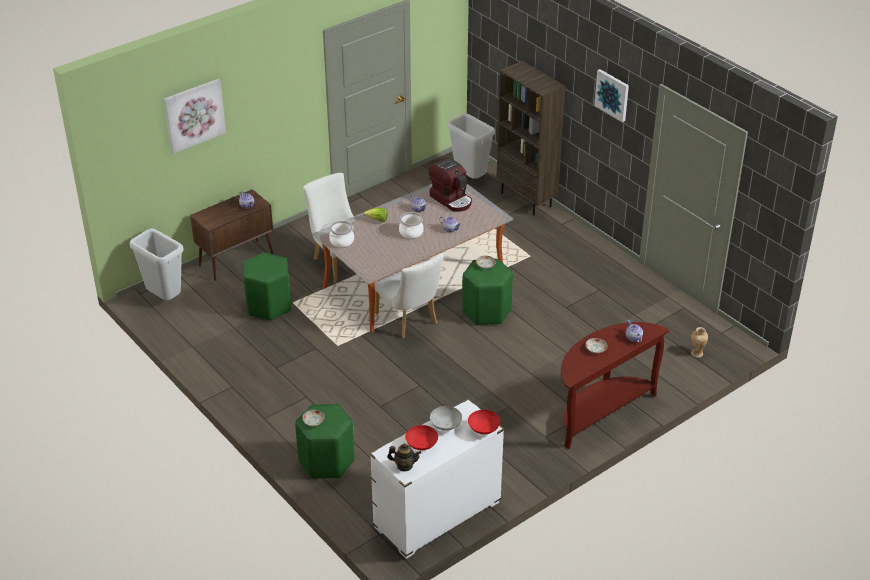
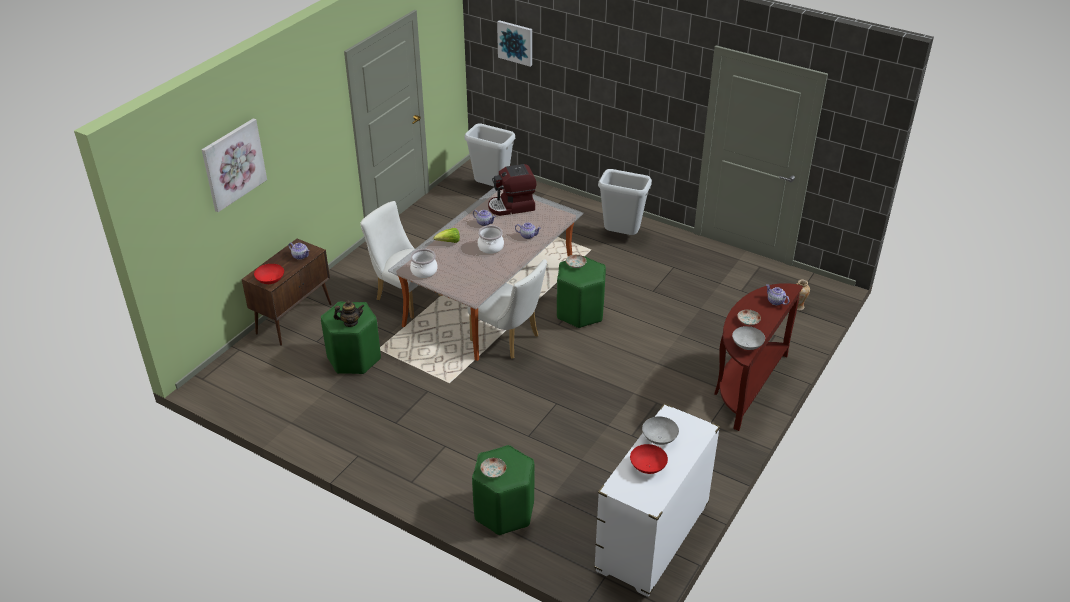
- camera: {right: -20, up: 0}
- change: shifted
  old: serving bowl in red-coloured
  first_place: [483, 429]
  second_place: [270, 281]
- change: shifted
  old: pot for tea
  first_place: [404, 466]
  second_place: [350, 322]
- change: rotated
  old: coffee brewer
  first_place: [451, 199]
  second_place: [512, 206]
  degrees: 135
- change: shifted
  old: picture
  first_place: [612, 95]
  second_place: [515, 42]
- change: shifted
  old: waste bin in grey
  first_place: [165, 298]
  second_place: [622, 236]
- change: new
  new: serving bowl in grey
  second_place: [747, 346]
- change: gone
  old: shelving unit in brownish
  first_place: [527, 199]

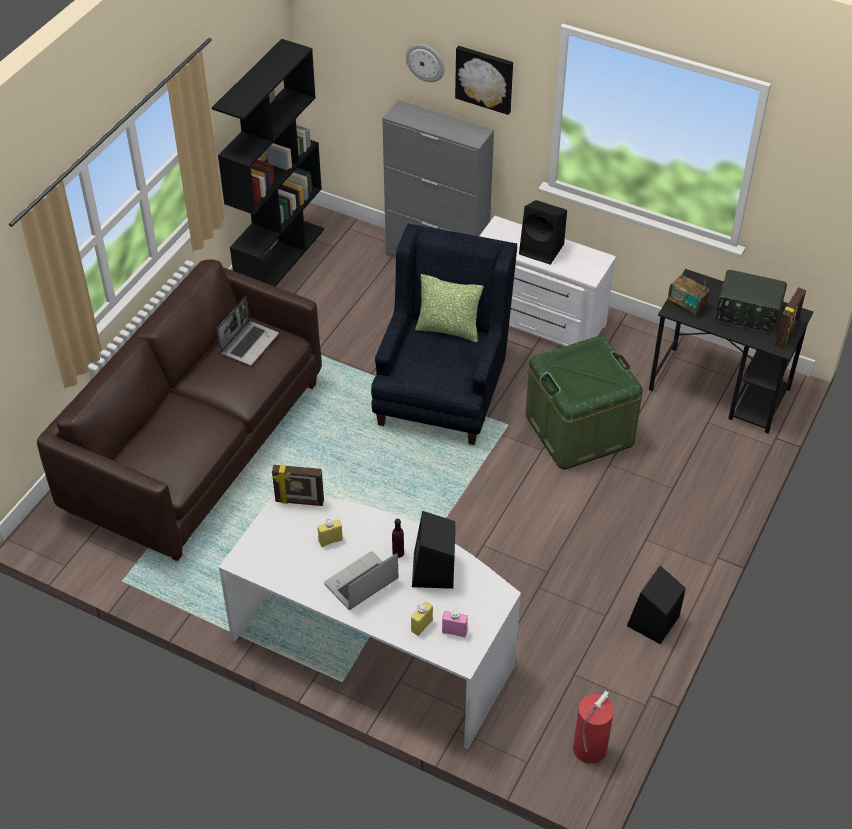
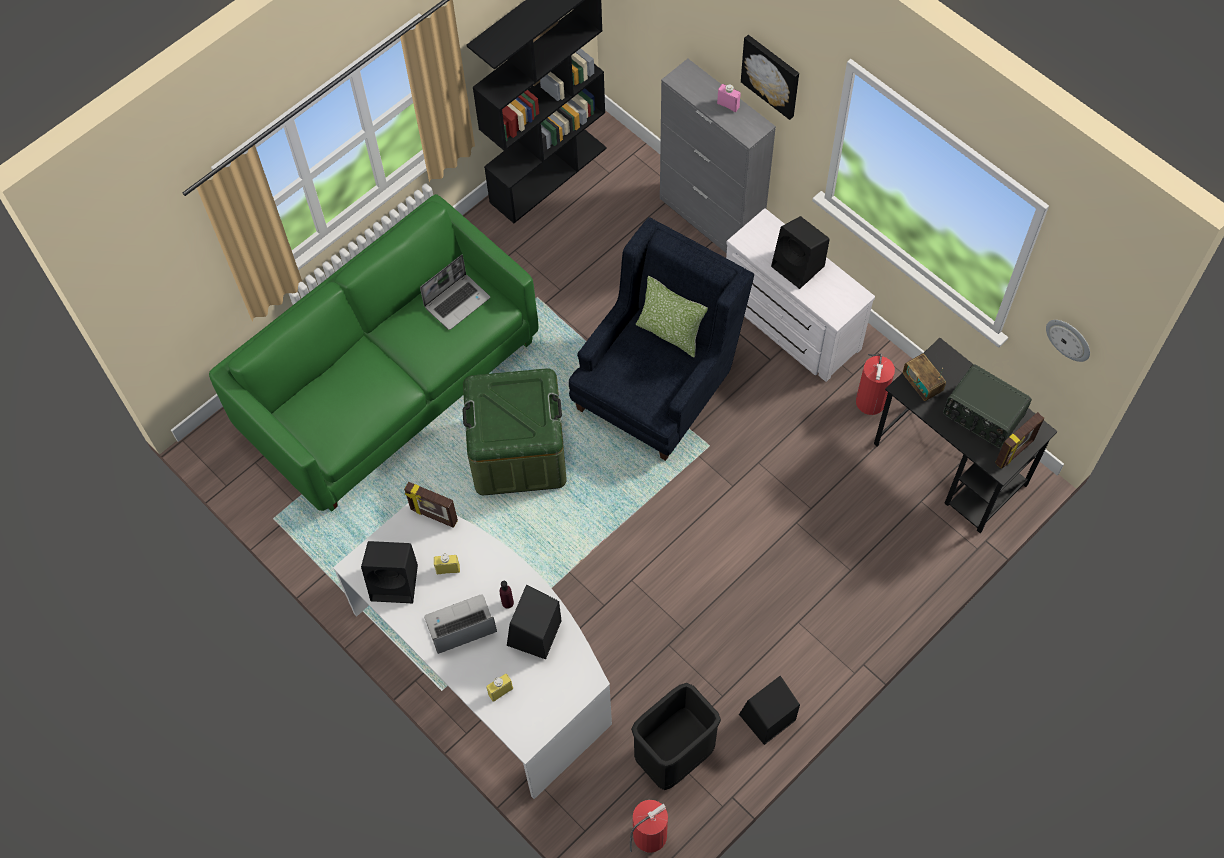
- camera: {right: 20, up: 15}
- change: repainted
  old: settee in brownish
  new: settee in greenish
  first_place: [196, 445]
  second_place: [390, 383]
- change: new
  new: speaker in black
  second_place: [396, 582]
- change: shifted
  old: storage container in greenish
  first_place: [579, 430]
  second_place: [518, 452]
- change: new
  new: waste bin in black
  second_place: [674, 757]
- change: shifted
  old: beverage bottle in pink-coloured
  first_place: [454, 631]
  second_place: [728, 105]
- change: new
  new: fire-fighting cylinder
  second_place: [871, 400]
- change: shifted
  old: wall clock
  first_place: [425, 62]
  second_place: [1069, 339]

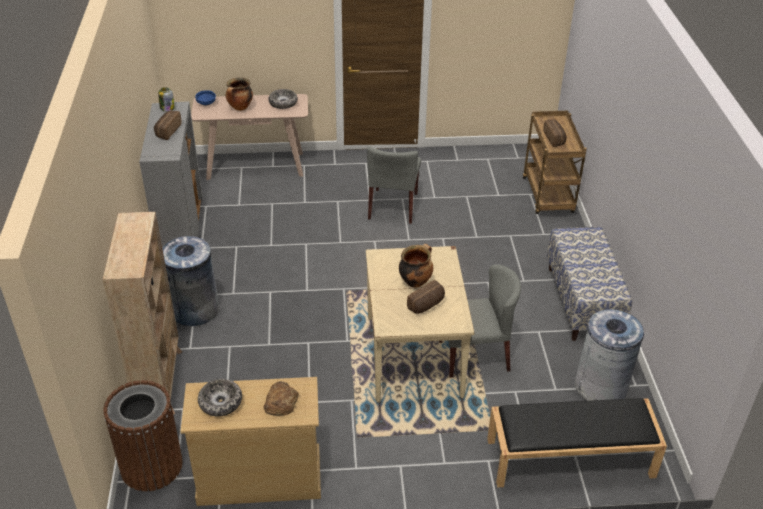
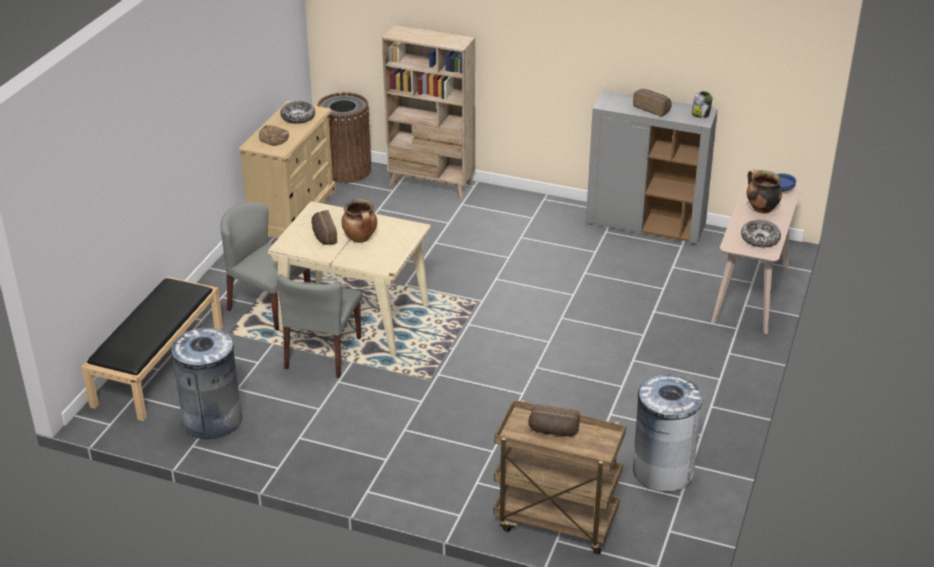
- camera: {right: 115, up: -5}
- change: shifted
  old: chair in grey
  first_place: [393, 206]
  second_place: [268, 307]
- change: shifted
  old: waste bin in grey
  first_place: [194, 310]
  second_place: [662, 470]
- change: gone
  old: long seat
  first_place: [582, 302]

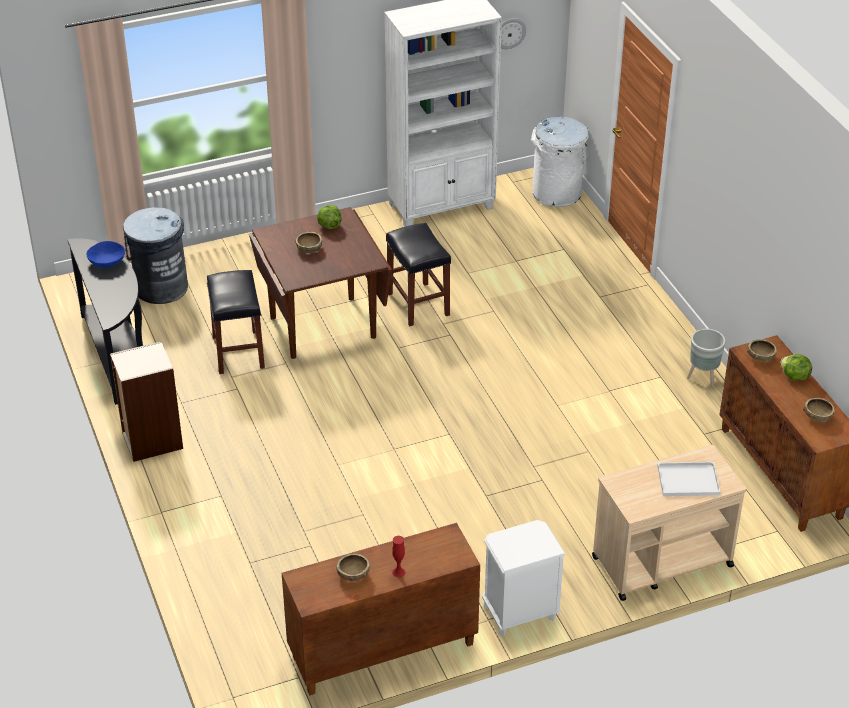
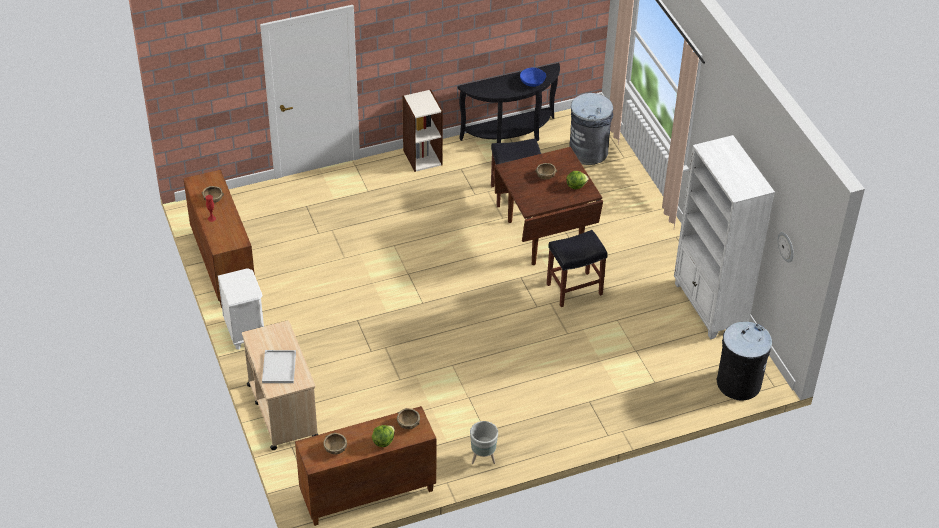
- camera: {right: 90, up: 5}
- change: repainted
  old: waste bin in white
  new: waste bin in black
  first_place: [557, 194]
  second_place: [738, 383]

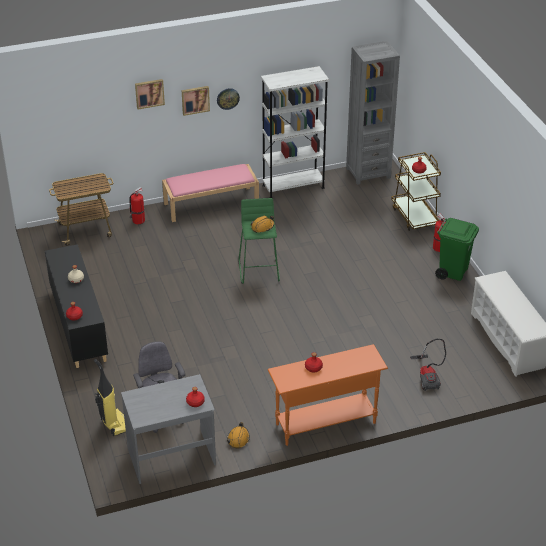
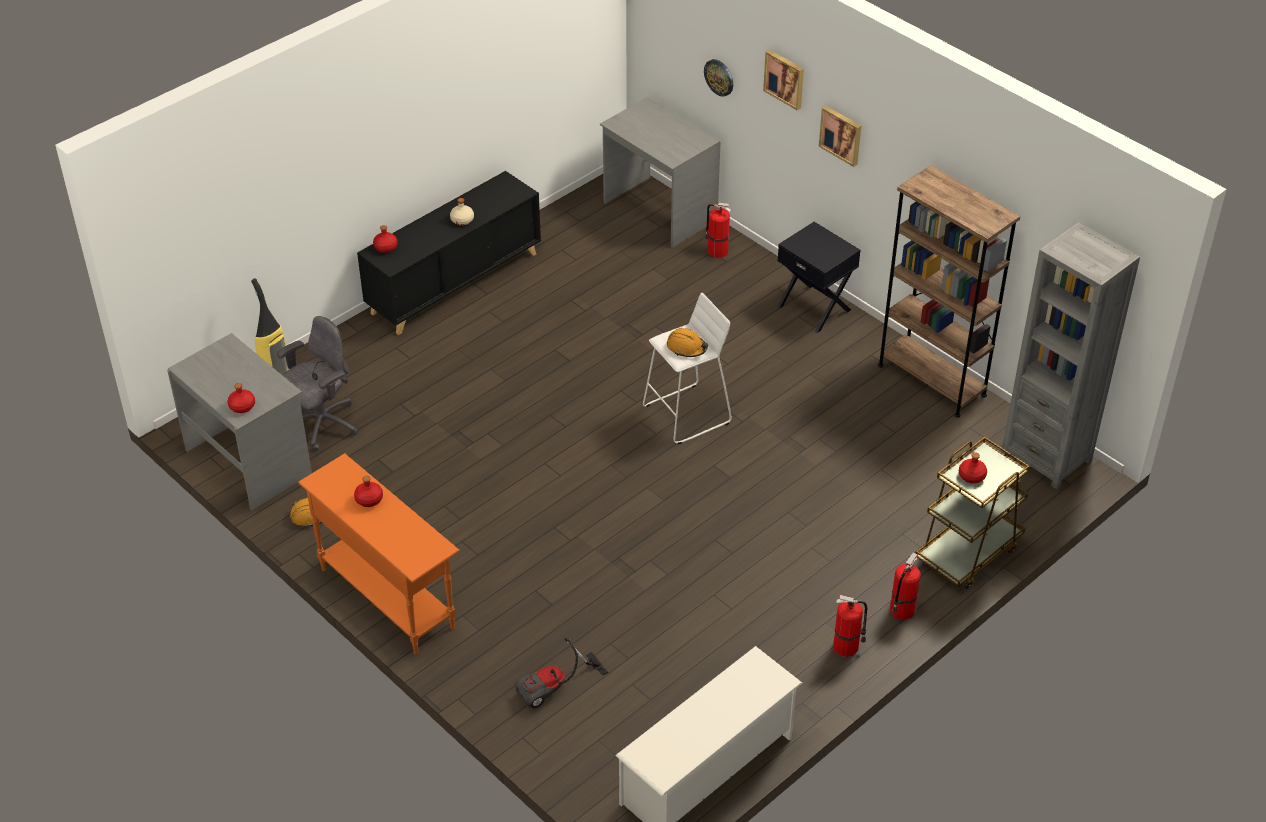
- camera: {right: 65, up: 5}
- change: swapped
  old: trolley
  new: desk in grey
  first_place: [86, 230]
  second_place: [659, 212]
- change: repainted
  old: sitting stool in greenish
  new: sitting stool in white
  first_place: [259, 271]
  second_place: [687, 414]
- change: shifted
  old: wall clock
  first_place: [228, 98]
  second_place: [719, 77]
- change: swapped
  old: long seat in pink-coloured
  new: nightstand in black
  first_place: [211, 203]
  second_place: [814, 308]
- change: swapped
  old: waste bin in greenish
  new: fire-fighting cylinder
  first_place: [453, 272]
  second_place: [847, 646]
- change: repainted
  old: shelving unit in white
  new: shelving unit in brownish
  first_place: [293, 186]
  second_place: [931, 380]

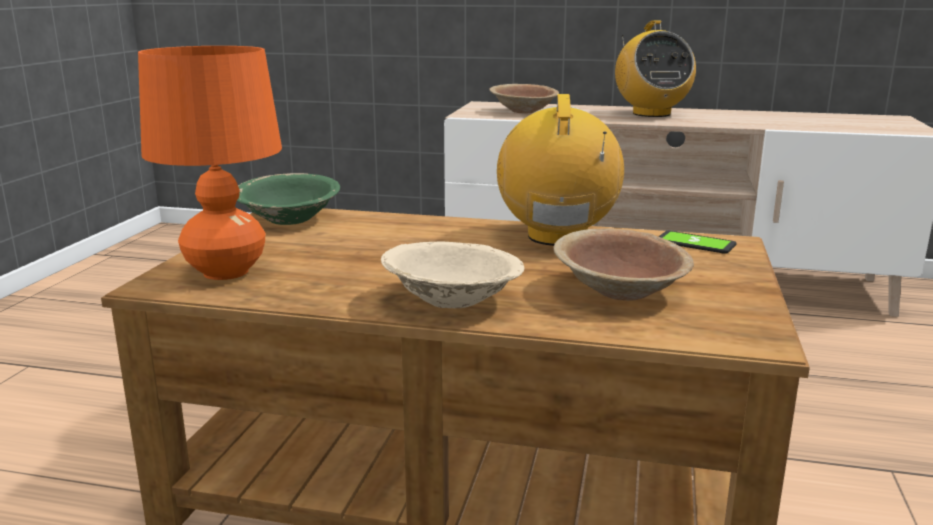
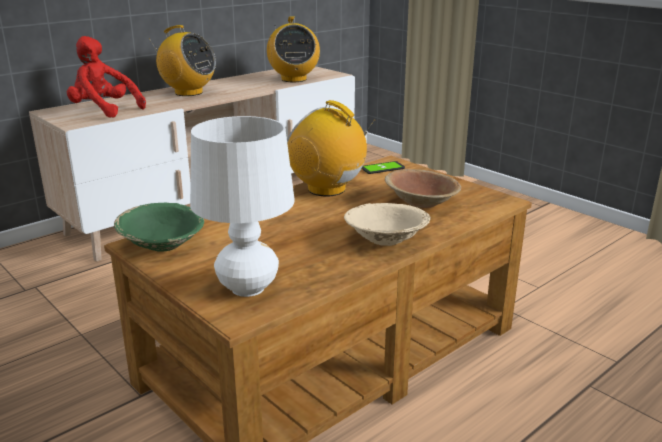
- camera: {right: -55, up: 5}
- change: swapped
  old: serving bowl in brownish
  new: soft toy in red-coloured
  first_place: [523, 111]
  second_place: [104, 111]
- change: repainted
  old: lamp for a table in orangey
  new: lamp for a table in white
  first_place: [226, 272]
  second_place: [247, 288]
- change: new
  new: radio
  second_place: [293, 79]

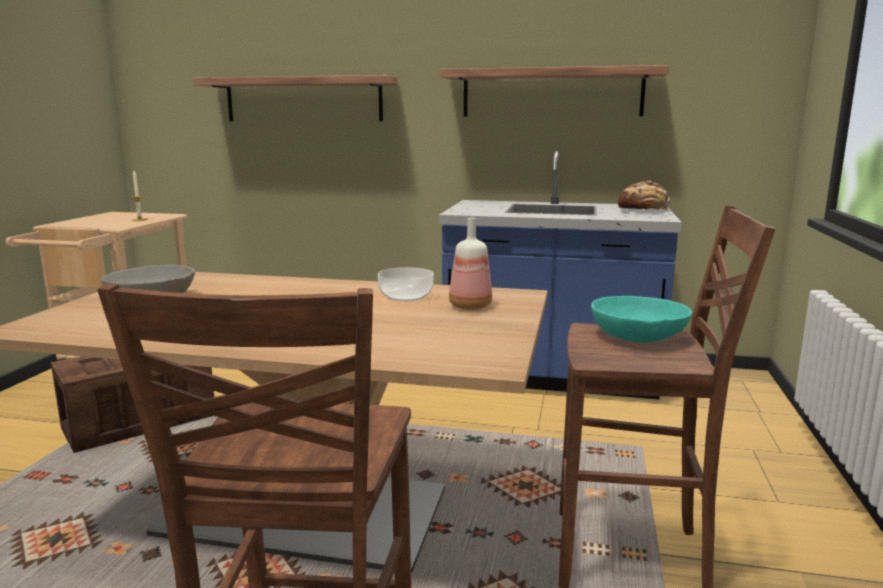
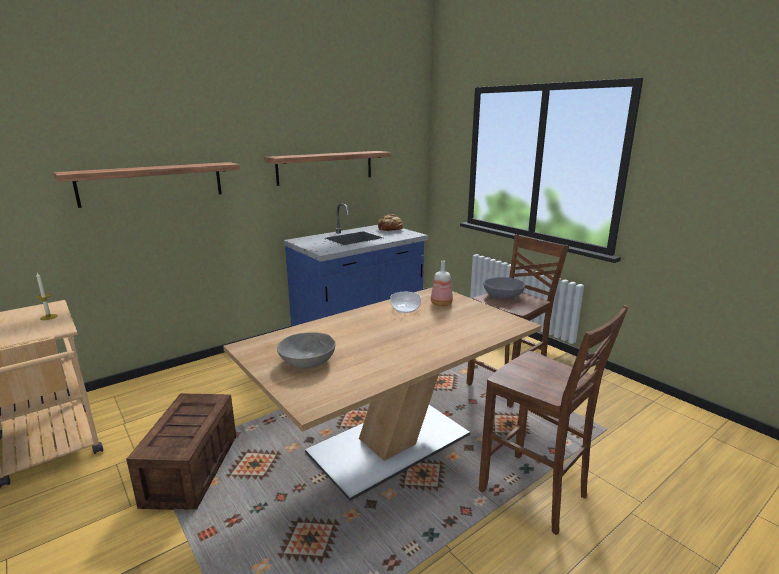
- camera: {right: -50, up: 5}
- change: repainted
  old: serving bowl in blue-green
  new: serving bowl in grey
  first_place: [638, 336]
  second_place: [503, 295]

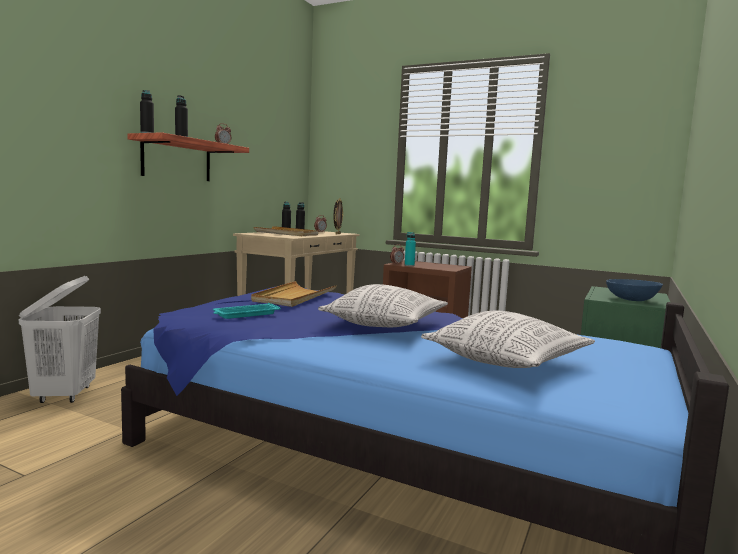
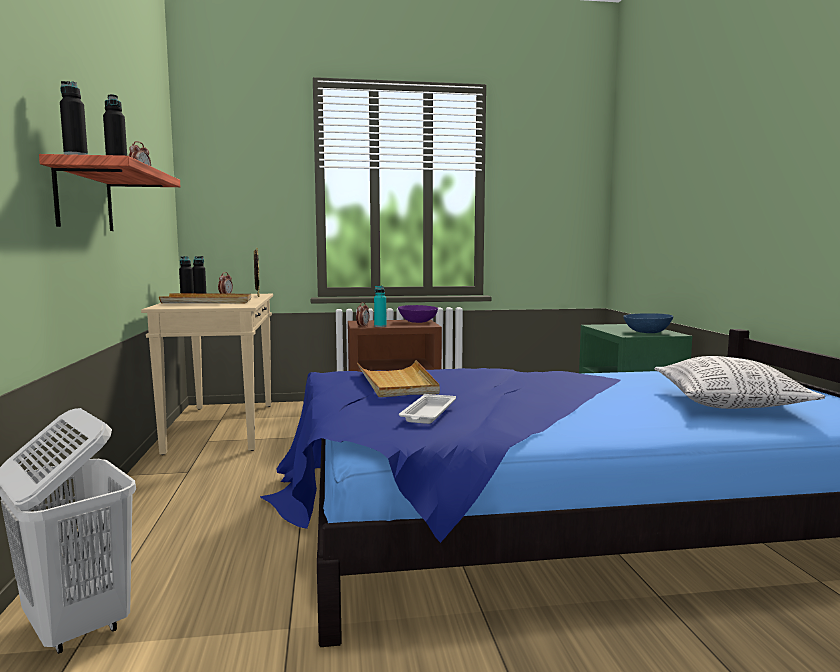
- camera: {right: -35, up: 0}
- change: new
  new: serving bowl in purplish
  second_place: [417, 322]
- change: repainted
  old: serving tray in blue-green
  new: serving tray in white
  first_place: [245, 314]
  second_place: [428, 414]
- change: gone
  old: cushion
  first_place: [384, 324]

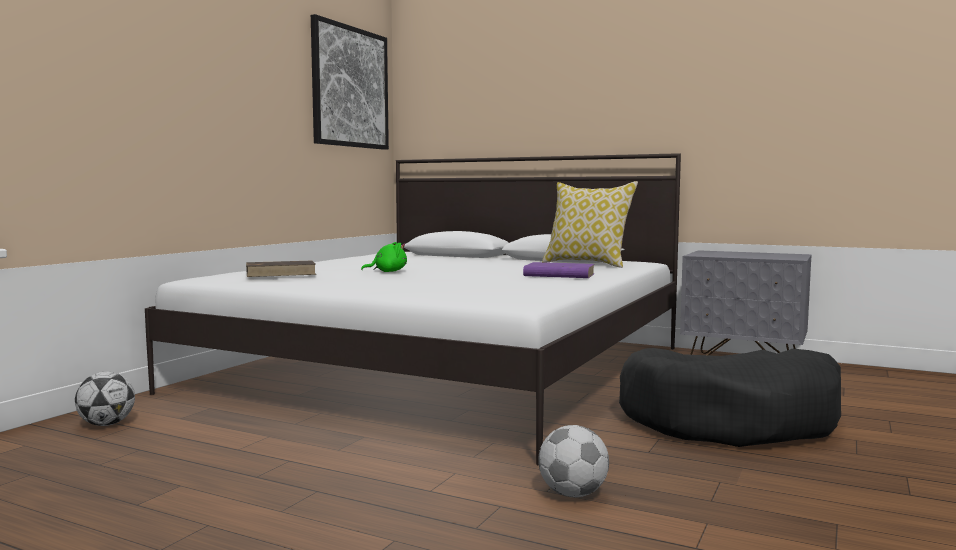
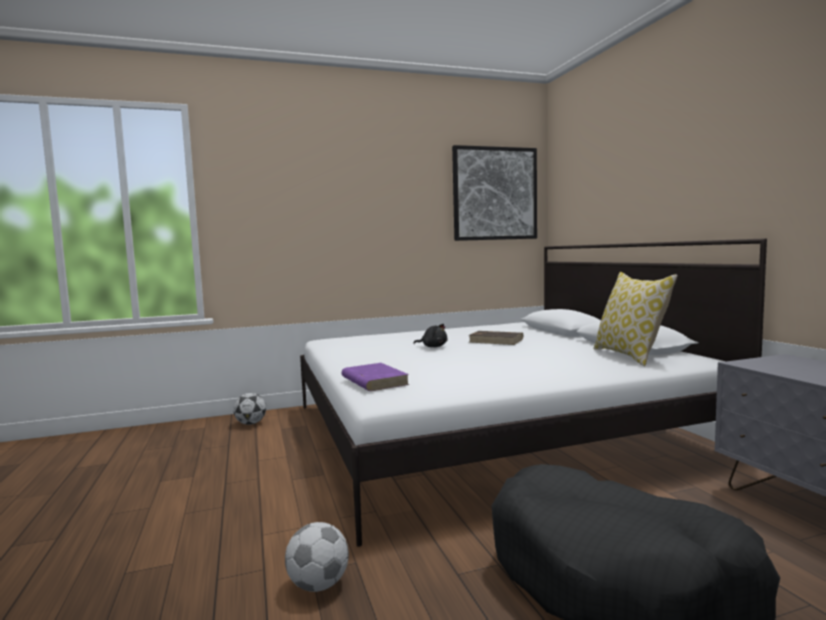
- camera: {right: 45, up: 0}
- change: shifted
  old: bound book in purplish
  first_place: [558, 275]
  second_place: [374, 381]
- change: repainted
  old: soft toy in greenish
  new: soft toy in black
  first_place: [388, 271]
  second_place: [433, 347]
- change: shifted
  old: bound book in brownish
  first_place: [281, 273]
  second_place: [496, 340]

